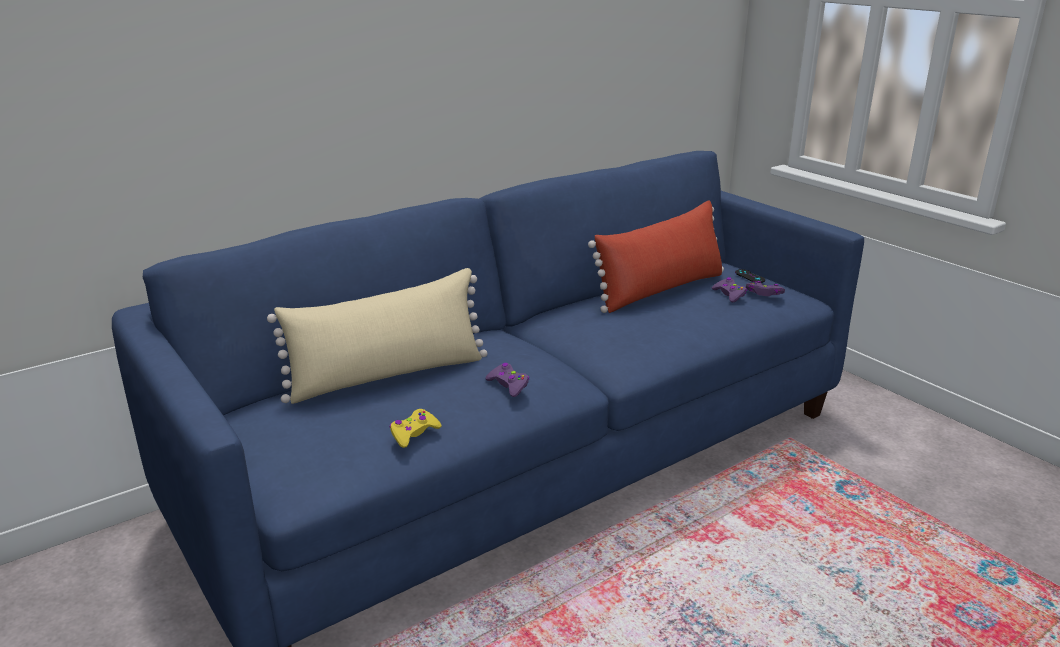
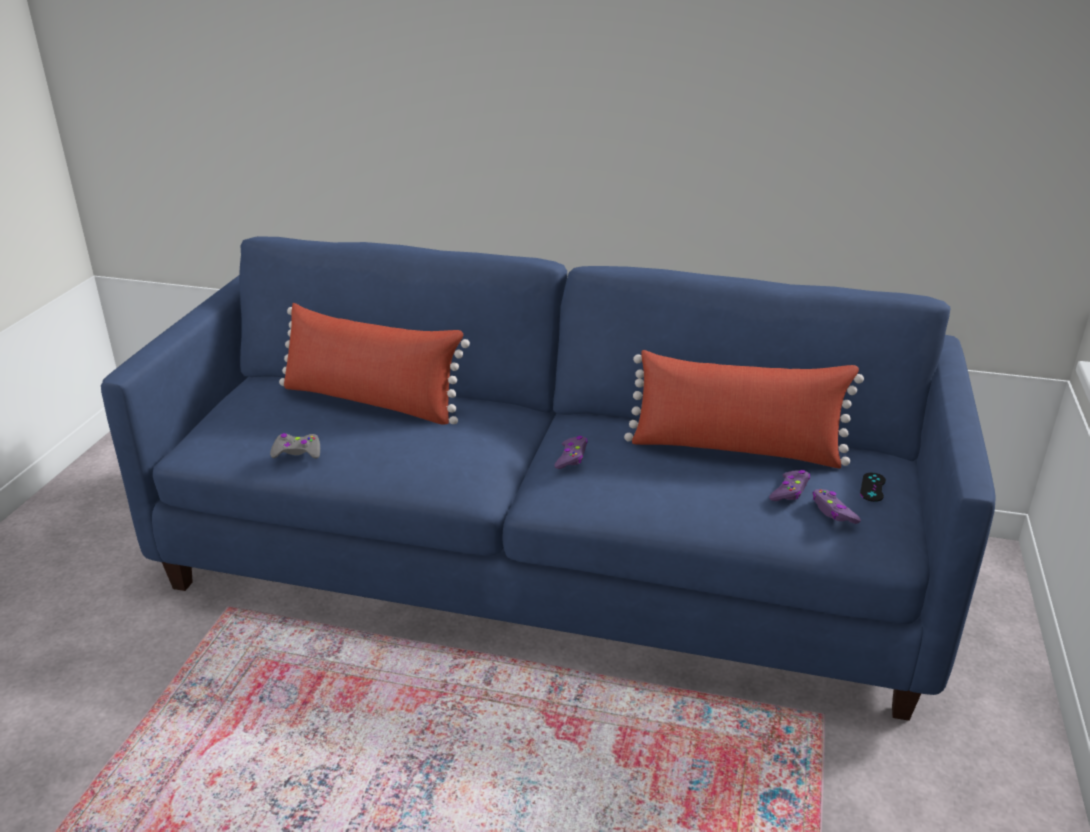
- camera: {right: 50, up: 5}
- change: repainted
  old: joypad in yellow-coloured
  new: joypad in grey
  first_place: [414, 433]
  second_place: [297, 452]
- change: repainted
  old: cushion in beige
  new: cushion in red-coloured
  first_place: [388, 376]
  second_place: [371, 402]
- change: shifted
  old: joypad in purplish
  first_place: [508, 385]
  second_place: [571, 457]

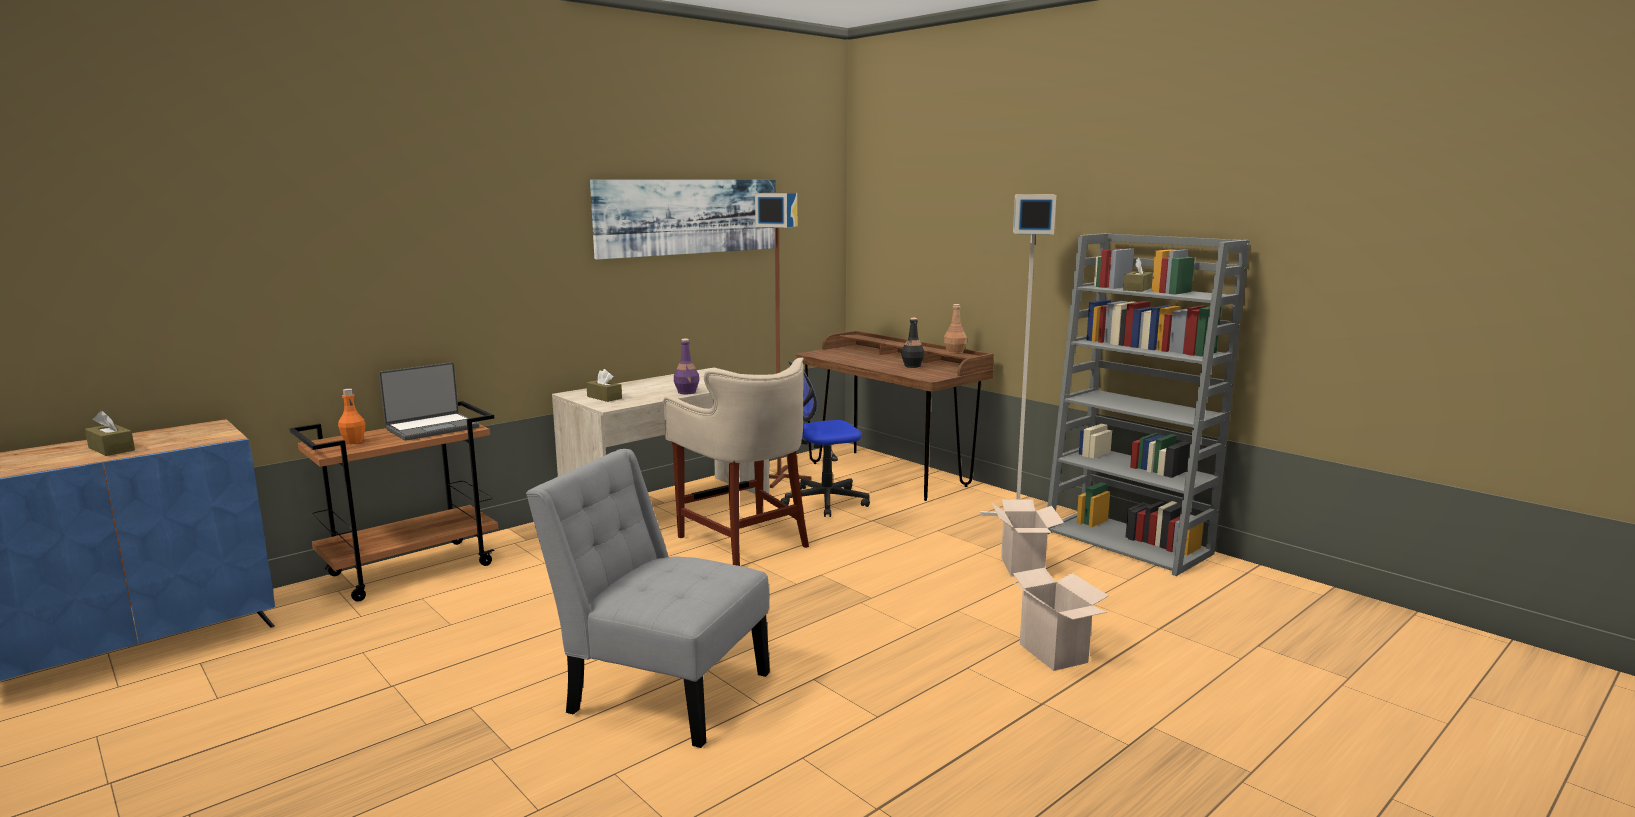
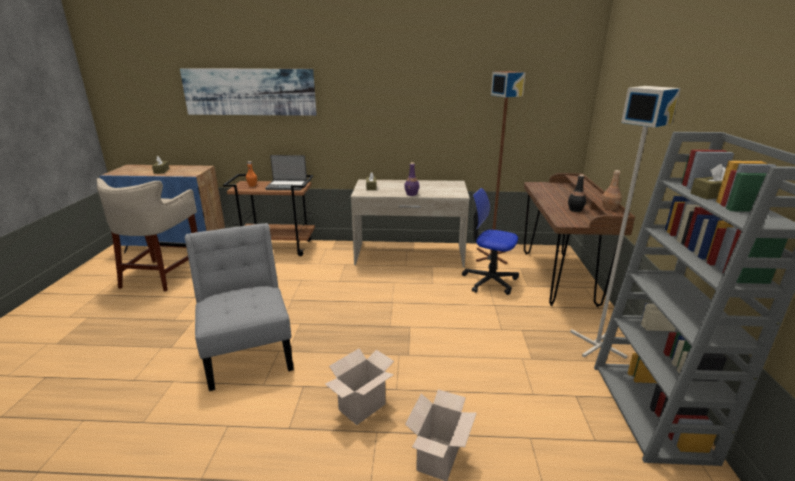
- camera: {right: 45, up: 10}
- change: shifted
  old: sitting stool in beige
  first_place: [744, 540]
  second_place: [162, 275]
- change: shifted
  old: picture
  first_place: [689, 216]
  second_place: [249, 92]
- change: shifted
  old: packing box
  first_place: [1024, 567]
  second_place: [362, 408]

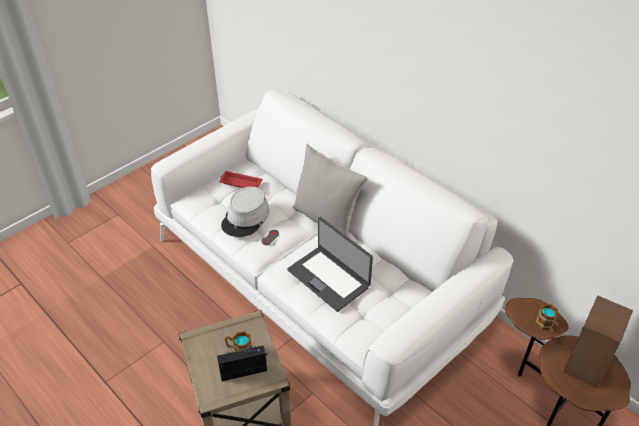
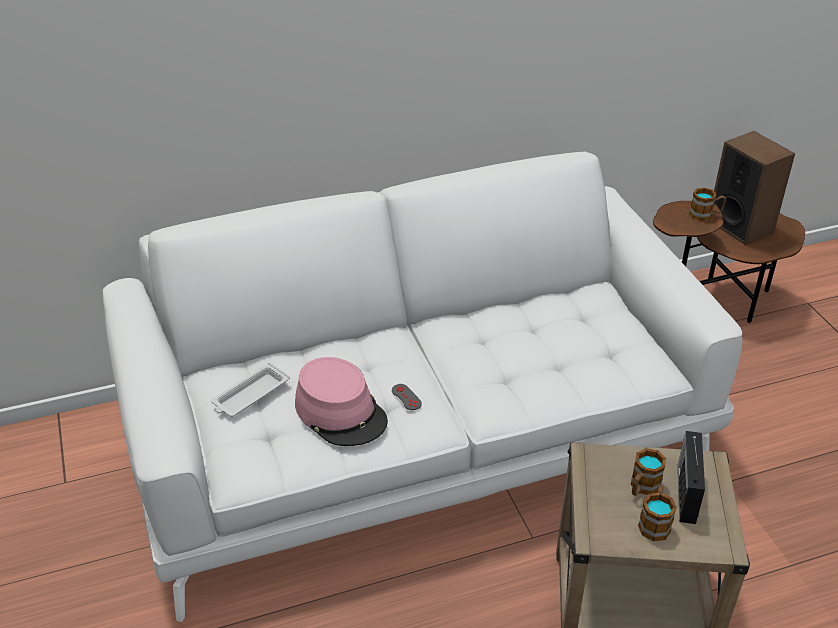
- camera: {right: -65, up: -5}
- change: repainted
  old: serving tray in red-coloured
  new: serving tray in white
  first_place: [240, 183]
  second_place: [250, 395]
- change: repainted
  old: clothing hat in grey
  new: clothing hat in pink-coloured
  first_place: [246, 218]
  second_place: [341, 412]
- change: new
  new: coffee mug
  second_place: [654, 522]
- change: gone
  old: laptop
  first_place: [329, 278]
- change: gone
  old: cushion in grey
  first_place: [326, 220]

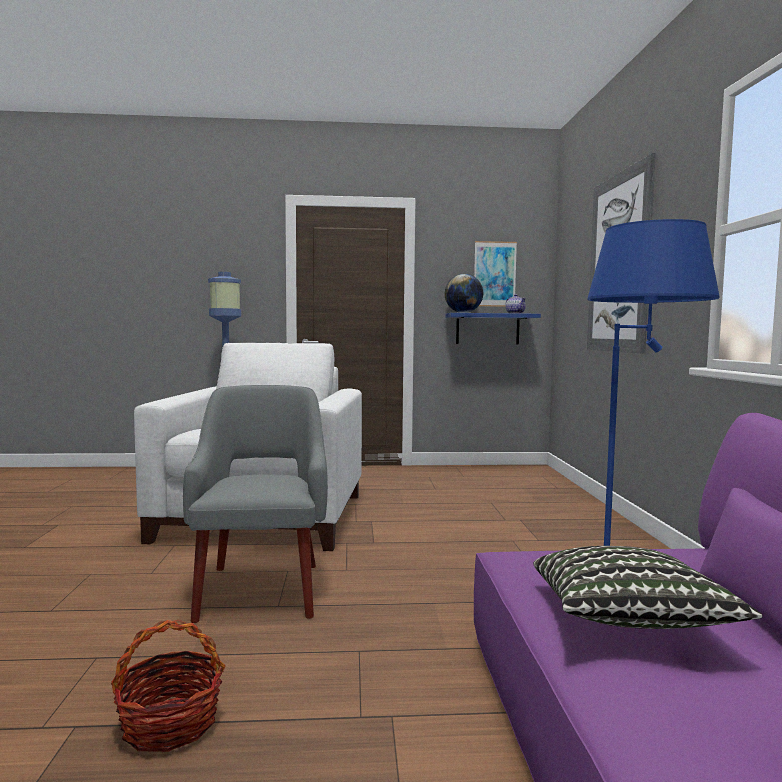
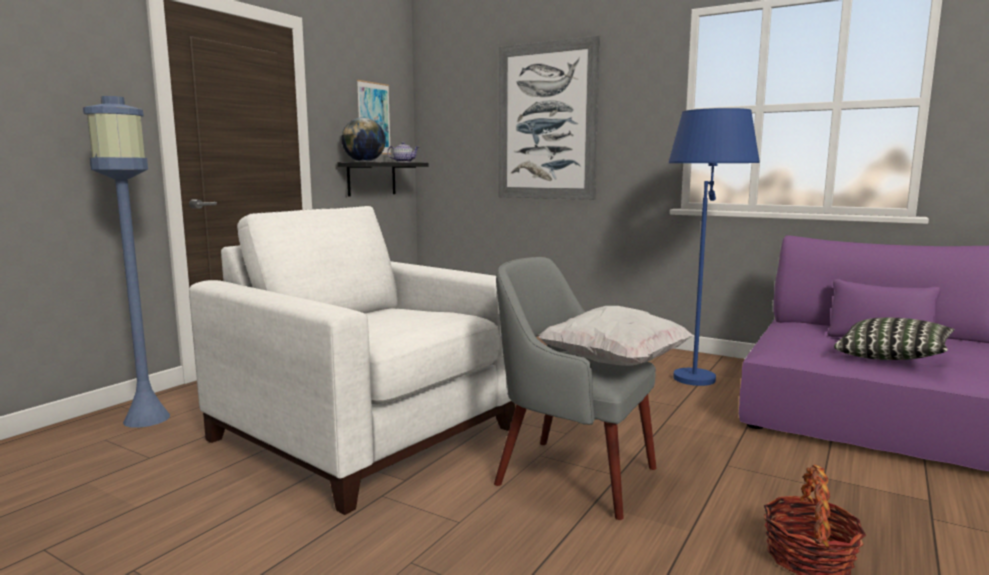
- camera: {right: -55, up: 5}
- change: repainted
  old: wall shelf in blue-coloured
  new: wall shelf in black
  first_place: [487, 329]
  second_place: [371, 178]
- change: new
  new: cushion in white
  second_place: [615, 364]

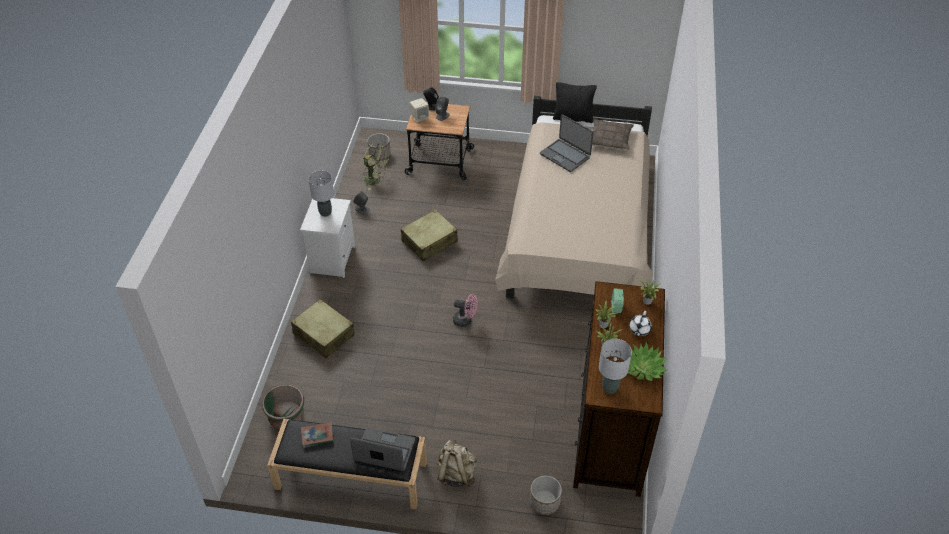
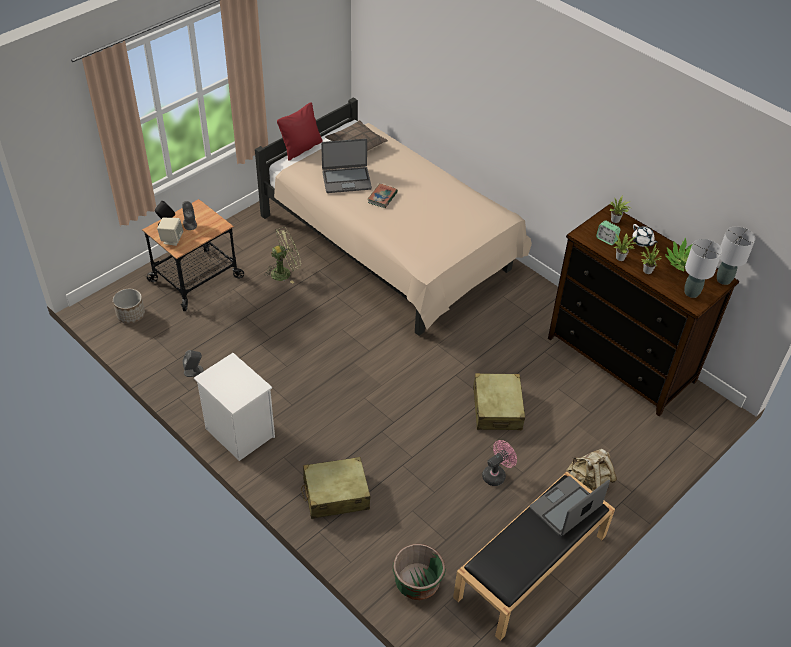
- camera: {right: -55, up: 0}
- change: shifted
  old: cooling fan in greenish
  first_place: [375, 180]
  second_place: [285, 272]
- change: repainted
  old: cushion in black
  new: cushion in red-coloured
  first_place: [573, 118]
  second_place: [301, 148]
- change: shifted
  old: bound book
  first_place: [317, 436]
  second_place: [382, 197]
- change: shifted
  old: suitcase in beige
  first_place: [430, 241]
  second_place: [497, 408]
- change: shifted
  old: cooling fan in pink-coloured
  first_place: [465, 320]
  second_place: [496, 474]
- change: shifted
  old: lamp for a table in grey
  first_place: [325, 212]
  second_place: [723, 279]
- change: gone
  old: planter
  first_place: [544, 502]

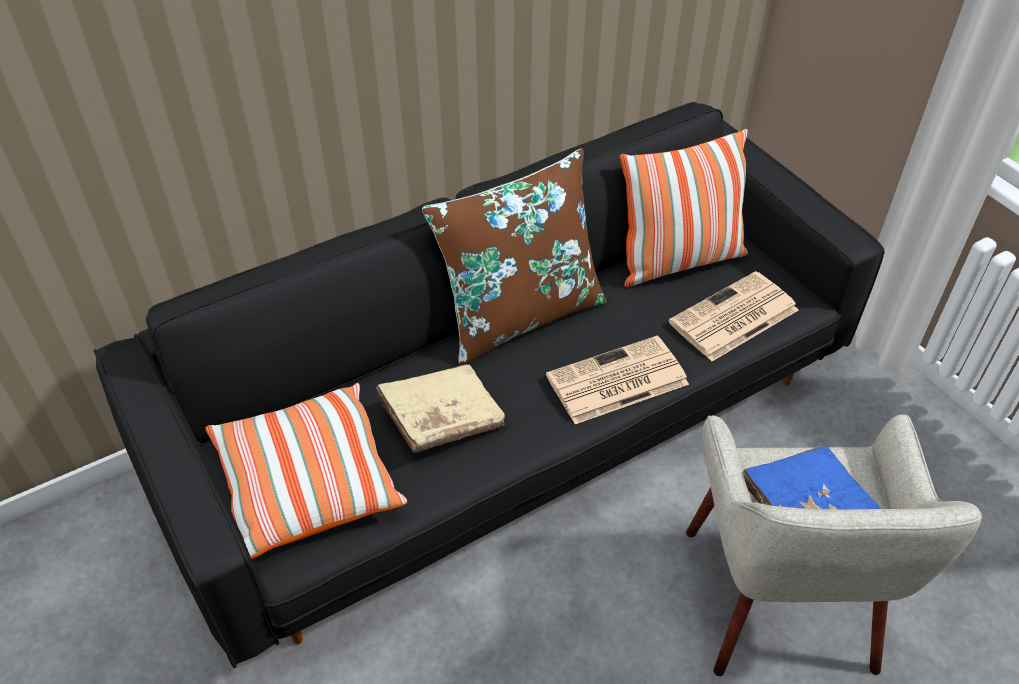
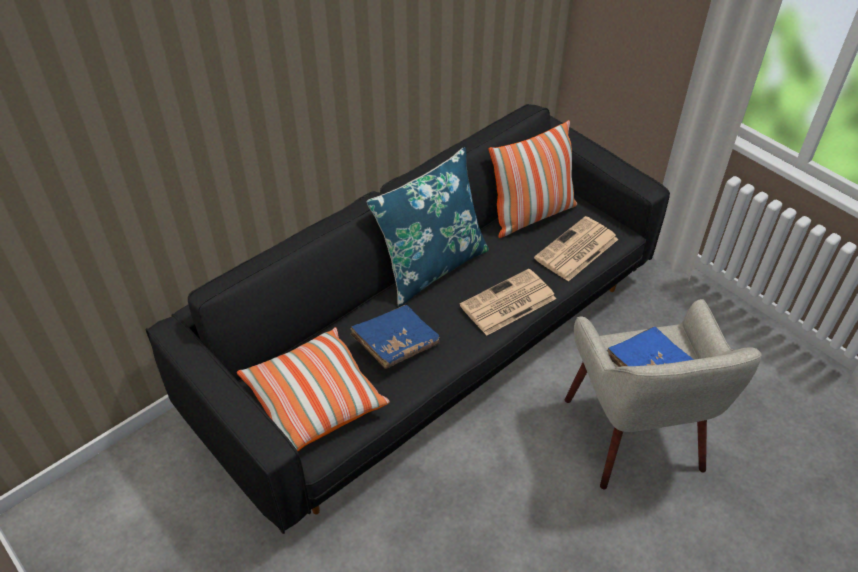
- camera: {right: -10, up: 0}
- change: repainted
  old: bound book in beige
  new: bound book in blue-coloured
  first_place: [442, 419]
  second_place: [395, 344]
- change: repainted
  old: cushion in brownish
  new: cushion in blue-coloured
  first_place: [519, 315]
  second_place: [431, 266]

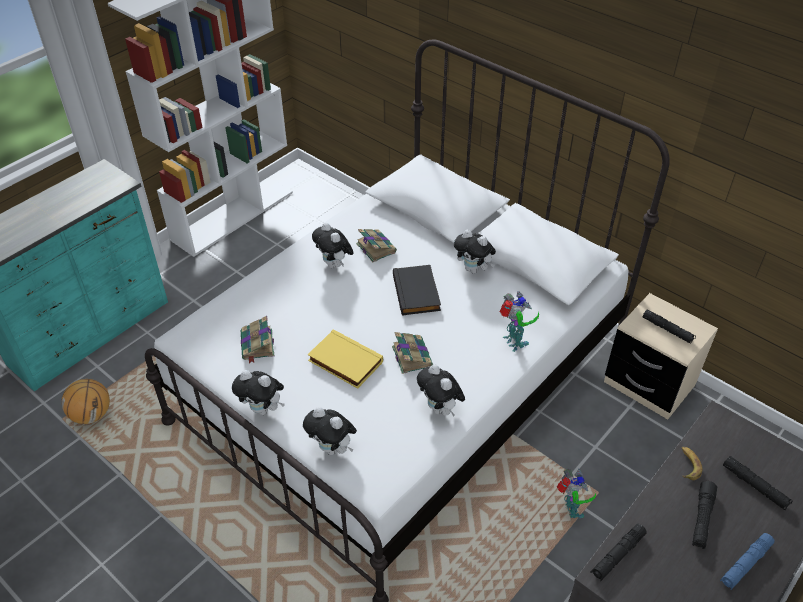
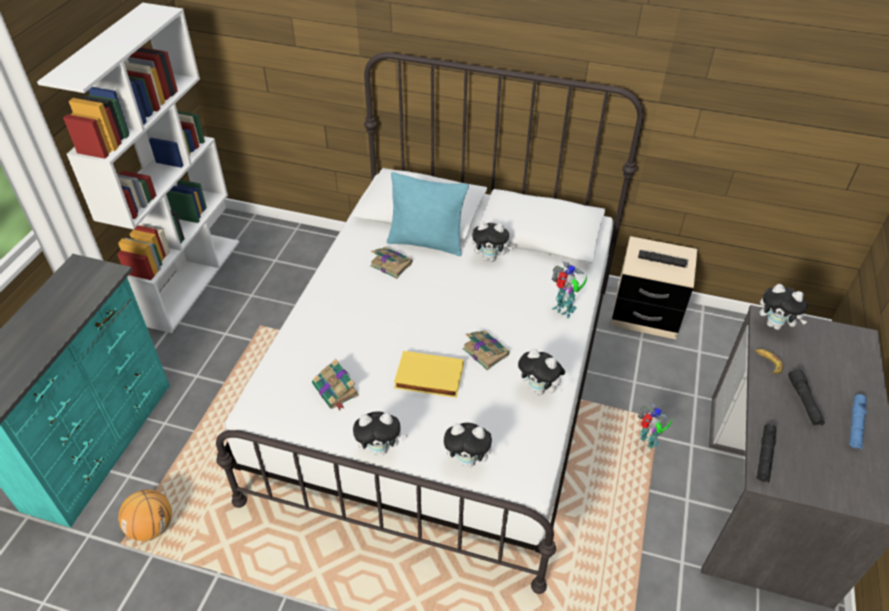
- camera: {right: -25, up: 0}
- change: new
  new: cushion in blue-green
  second_place: [426, 243]
- change: shifted
  old: soft toy
  first_place: [334, 264]
  second_place: [775, 325]
- change: gone
  old: bound book in black
  first_place: [417, 293]
- change: gone
  old: torch in black
  first_place: [755, 486]

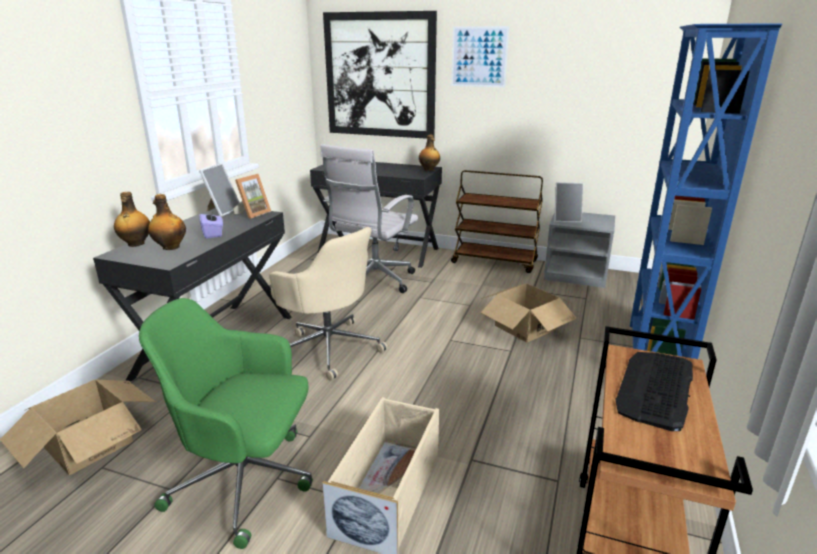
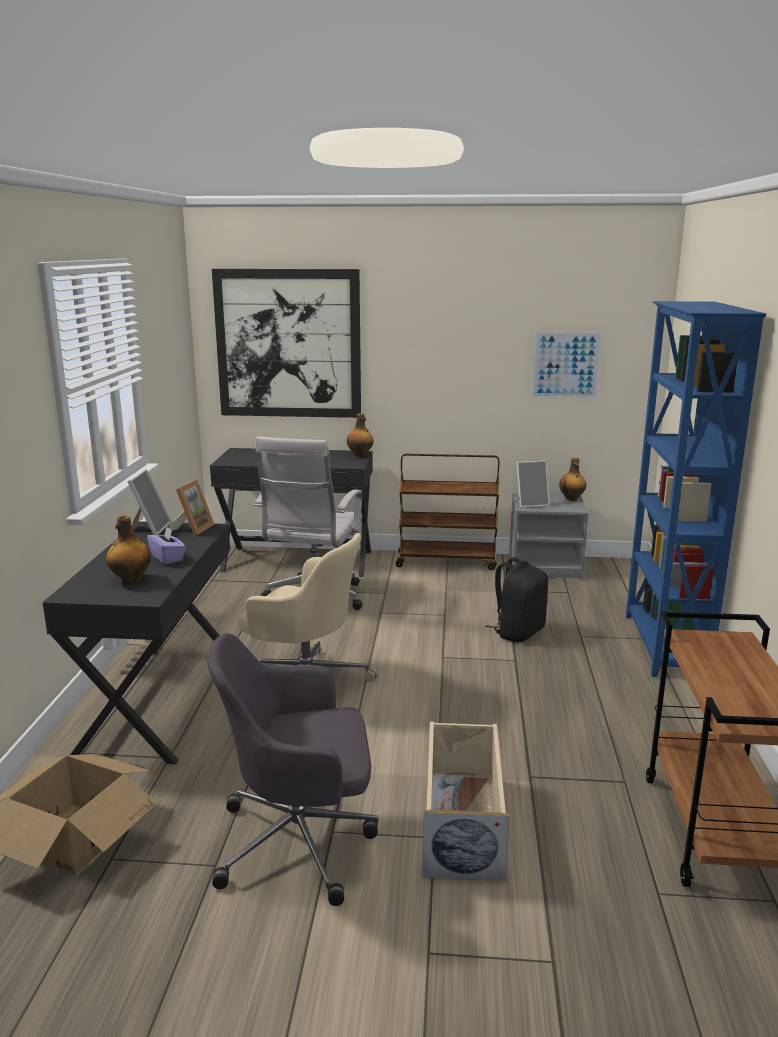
- camera: {right: -15, up: -5}
- change: repainted
  old: desk chair in greenish
  new: desk chair in grey
  first_place: [246, 482]
  second_place: [300, 841]
- change: swapped
  old: packing box
  new: backpack in black
  first_place: [525, 327]
  second_place: [518, 632]
- change: shifted
  old: picture
  first_place: [479, 57]
  second_place: [566, 365]
- change: shifted
  old: beverage bottle
  first_place: [136, 244]
  second_place: [571, 499]
- change: gone
  old: keyboard
  first_place: [655, 389]

